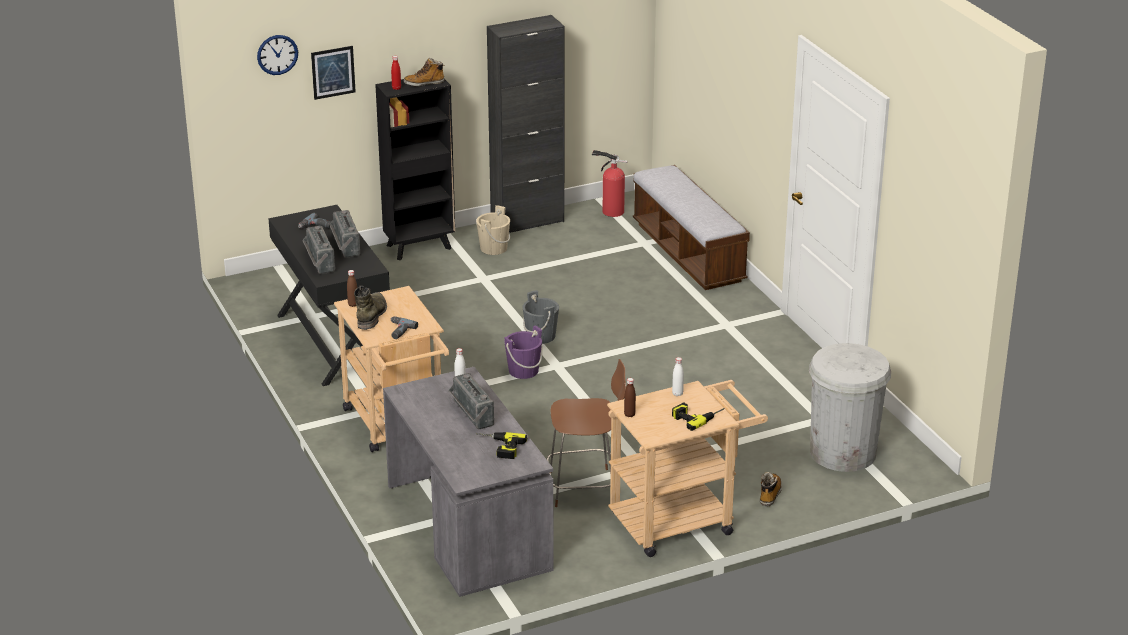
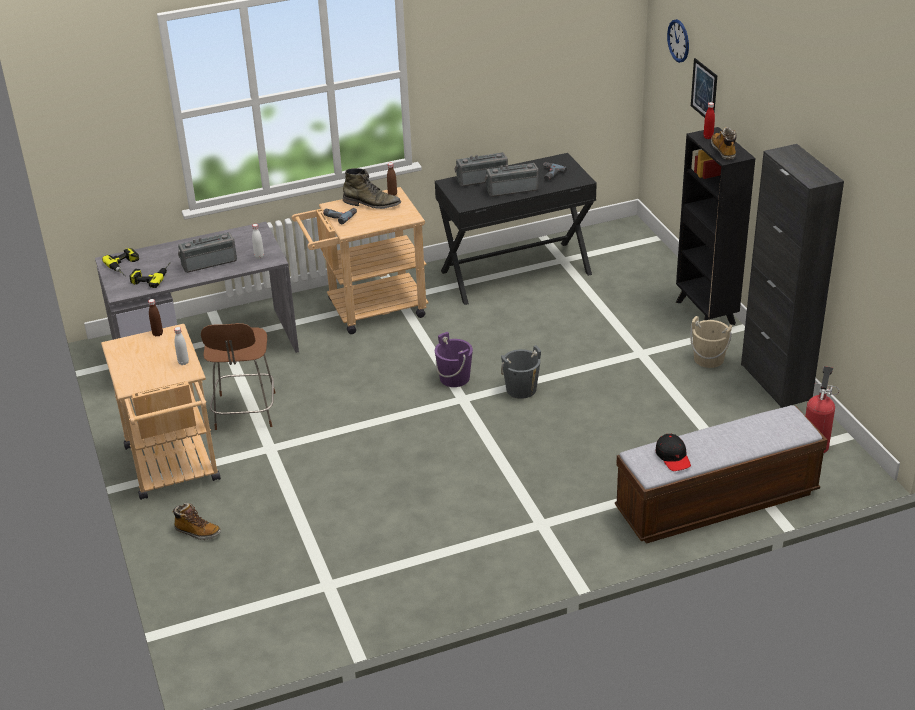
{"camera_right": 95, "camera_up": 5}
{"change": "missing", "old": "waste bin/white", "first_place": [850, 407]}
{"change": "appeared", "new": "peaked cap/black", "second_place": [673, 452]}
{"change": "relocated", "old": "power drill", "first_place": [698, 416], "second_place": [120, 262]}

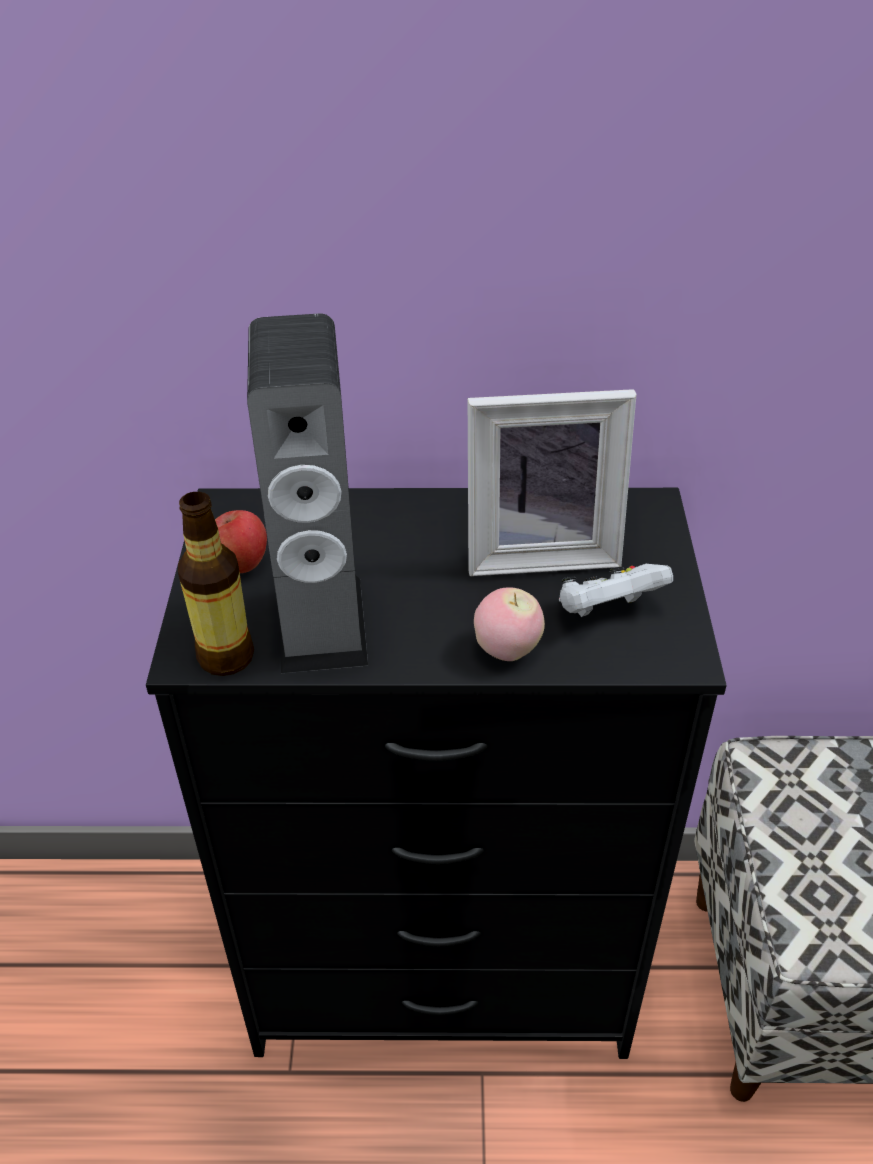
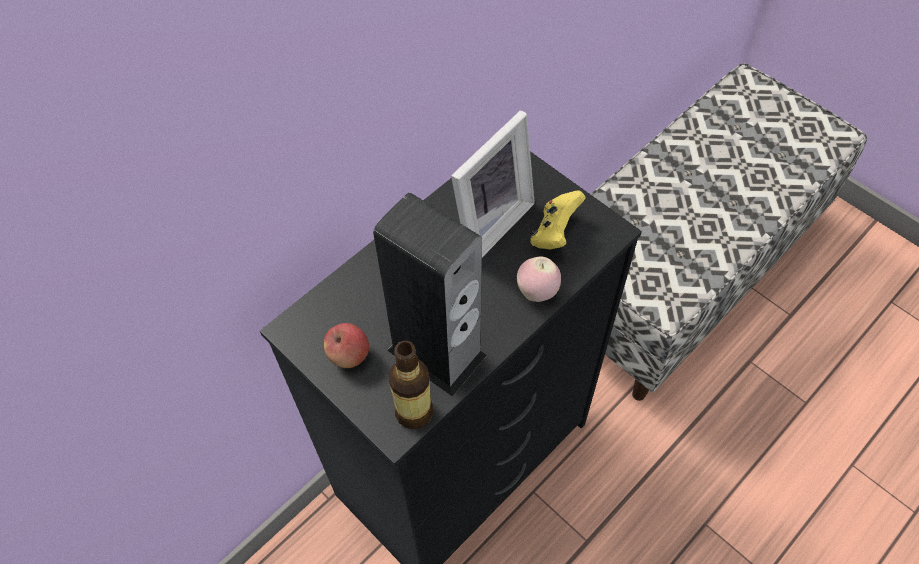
{"camera_right": -45, "camera_up": 15}
{"change": "colour", "old": "joypad/white", "new": "joypad/yellow", "first_place": [616, 590], "second_place": [558, 219]}

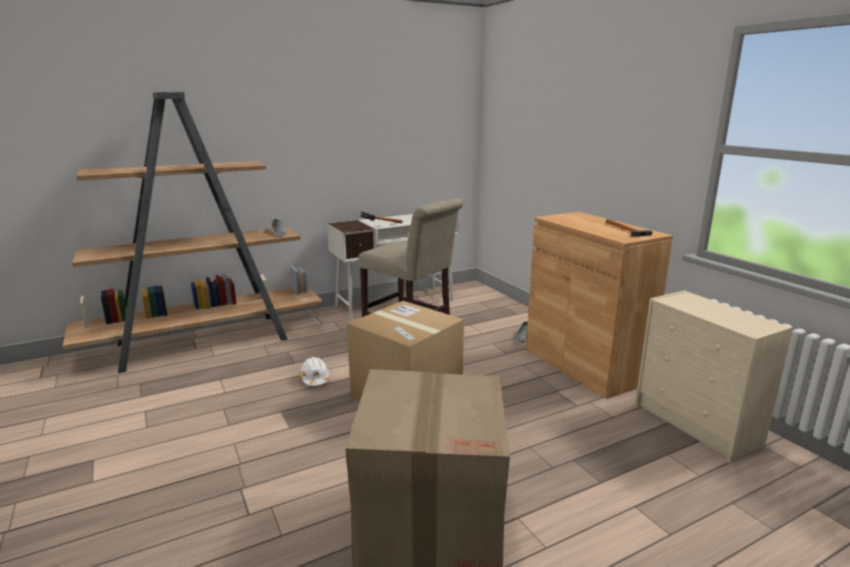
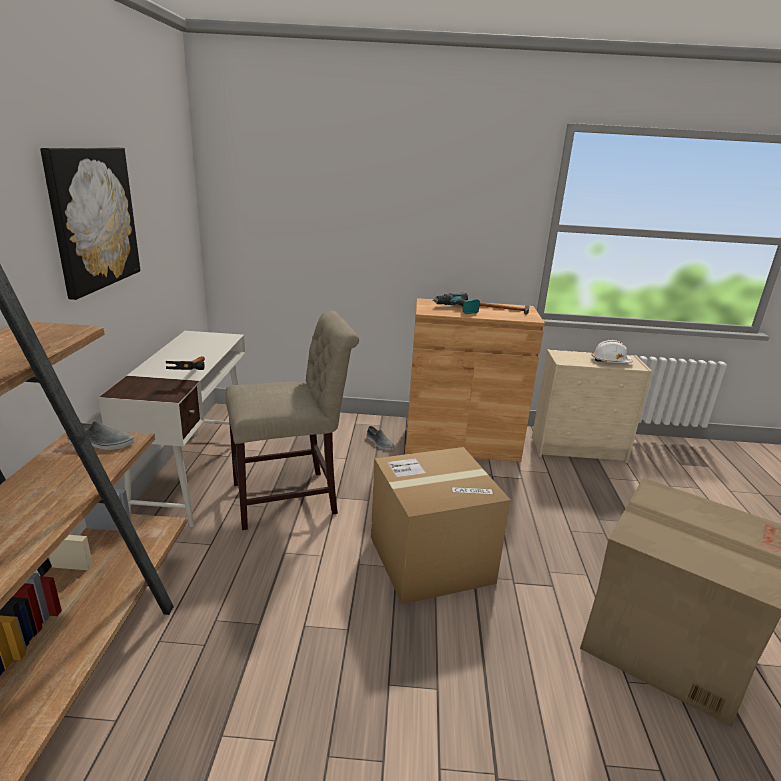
{"camera_right": -60, "camera_up": 5}
{"change": "appeared", "new": "picture", "second_place": [90, 223]}
{"change": "appeared", "new": "power drill", "second_place": [456, 303]}
{"change": "relocated", "old": "safety helmet/white", "first_place": [314, 371], "second_place": [612, 351]}

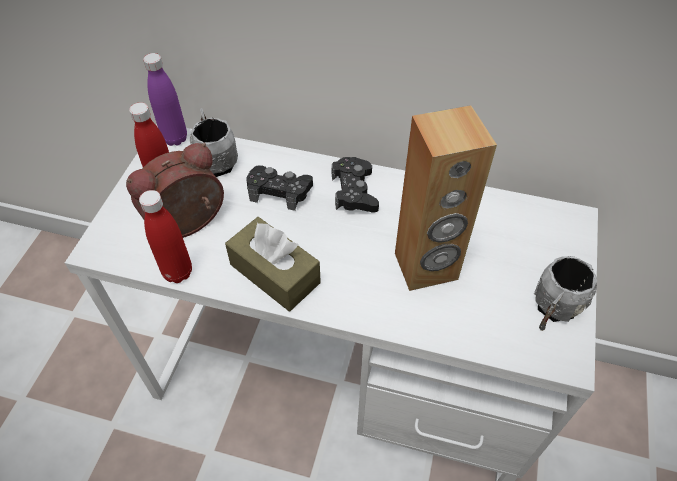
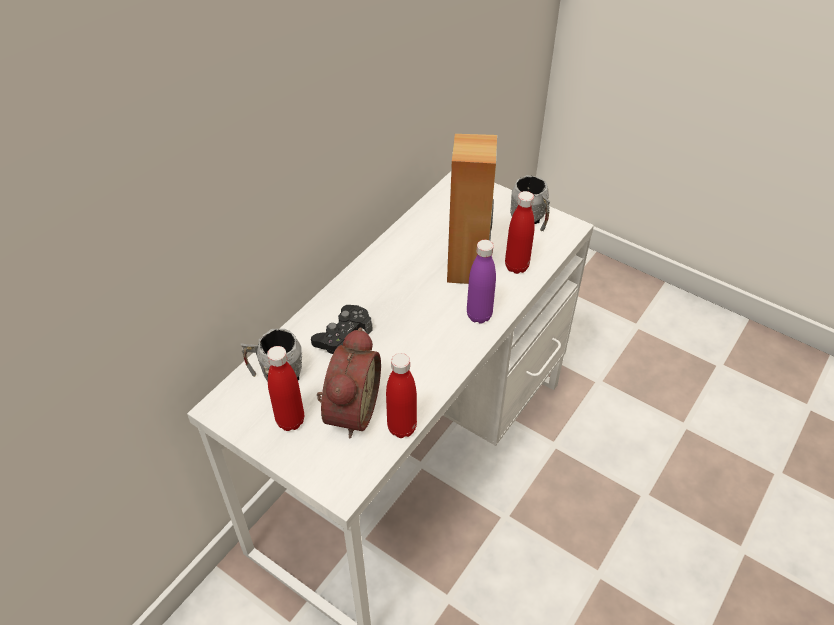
{"camera_right": -70, "camera_up": -5}
{"change": "missing", "old": "tissue box/brown-coloured", "first_place": [273, 264]}
{"change": "missing", "old": "joypad/black", "first_place": [355, 185]}
{"change": "appeared", "new": "bottle/reddish", "second_place": [520, 232]}
{"change": "relocated", "old": "bottle/purplish", "first_place": [165, 99], "second_place": [481, 282]}
{"change": "spun", "old": "alarm clock", "first_place": [175, 190], "second_place": [349, 382], "degrees": -150}

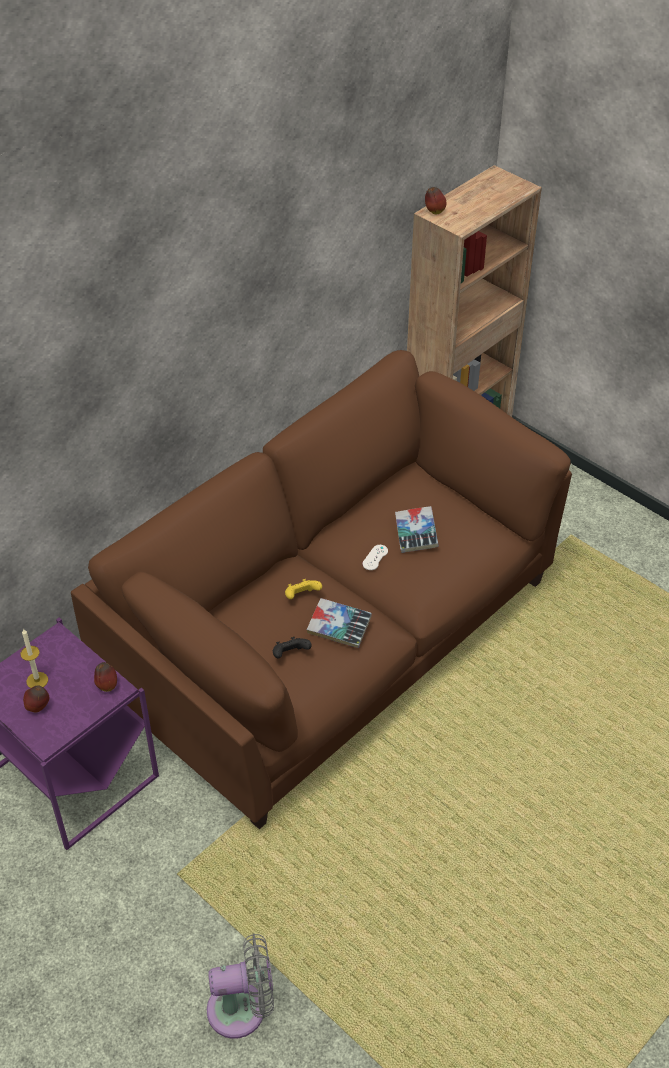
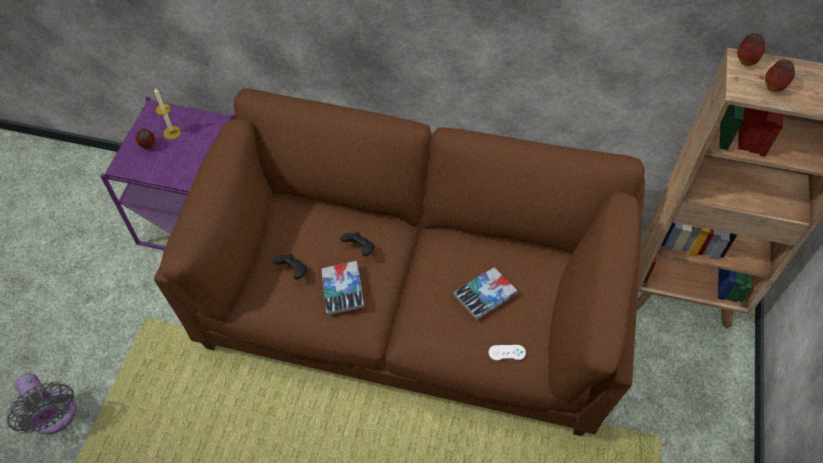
{"camera_right": 60, "camera_up": 10}
{"change": "relocated", "old": "whole apple", "first_place": [105, 677], "second_place": [780, 75]}
{"change": "relocated", "old": "joypad/white", "first_place": [375, 557], "second_place": [507, 353]}
{"change": "colour", "old": "joypad/yellow", "new": "joypad/black", "first_place": [303, 589], "second_place": [357, 244]}

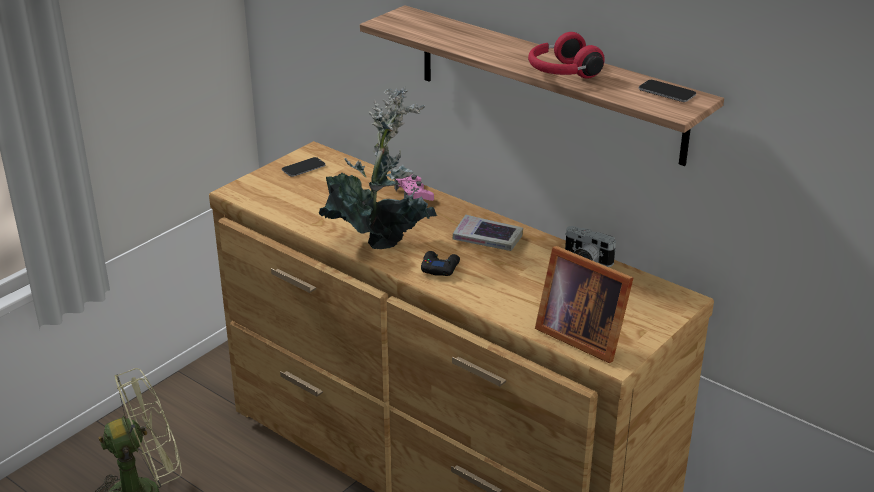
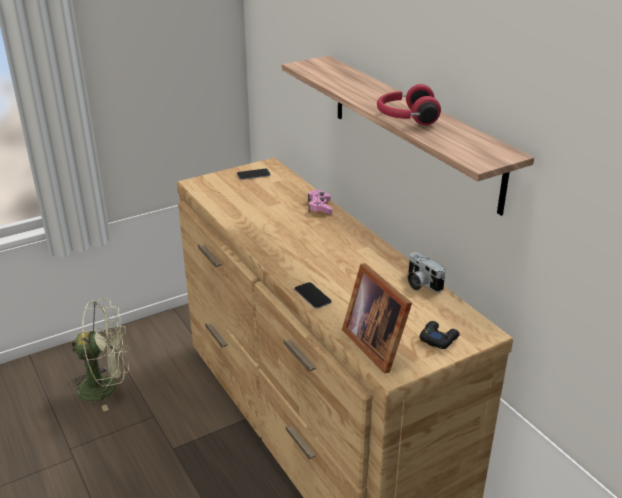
{"camera_right": 20, "camera_up": 0}
{"change": "missing", "old": "houseplant", "first_place": [378, 167]}
{"change": "missing", "old": "volume", "first_place": [488, 233]}
{"change": "relocated", "old": "joypad/black", "first_place": [440, 263], "second_place": [440, 335]}
{"change": "relocated", "old": "phone", "first_place": [667, 91], "second_place": [313, 295]}

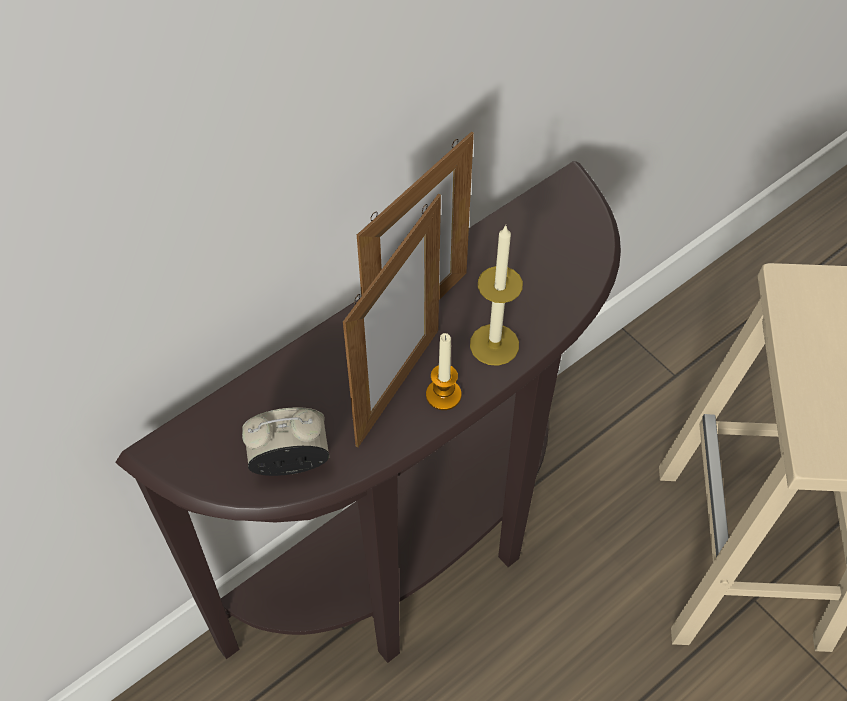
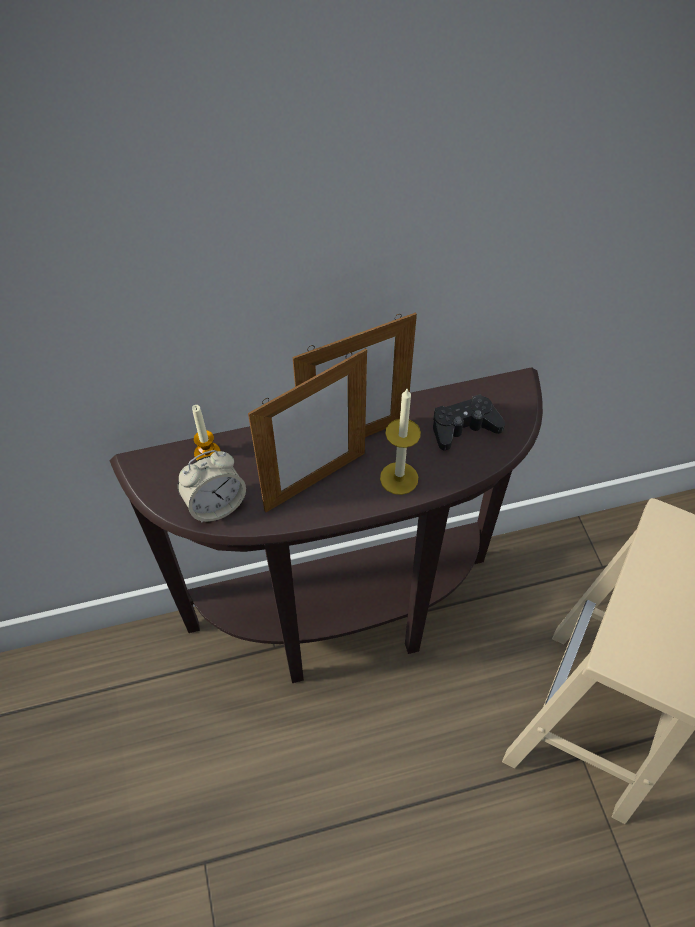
{"camera_right": 25, "camera_up": 0}
{"change": "appeared", "new": "joypad/black", "second_place": [469, 422]}
{"change": "relocated", "old": "wax light", "first_place": [444, 371], "second_place": [206, 432]}
{"change": "spun", "old": "alarm clock", "first_place": [285, 441], "second_place": [212, 486], "degrees": 135}

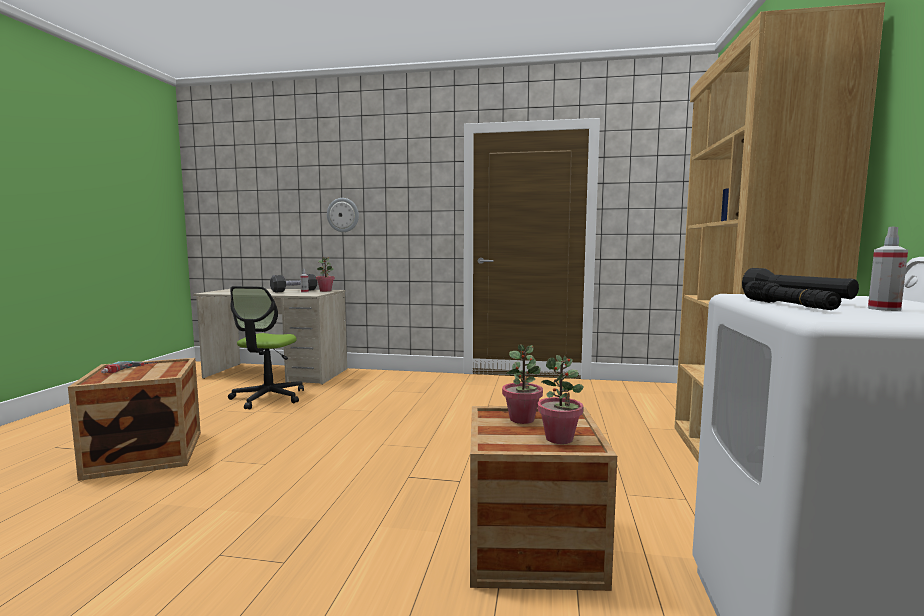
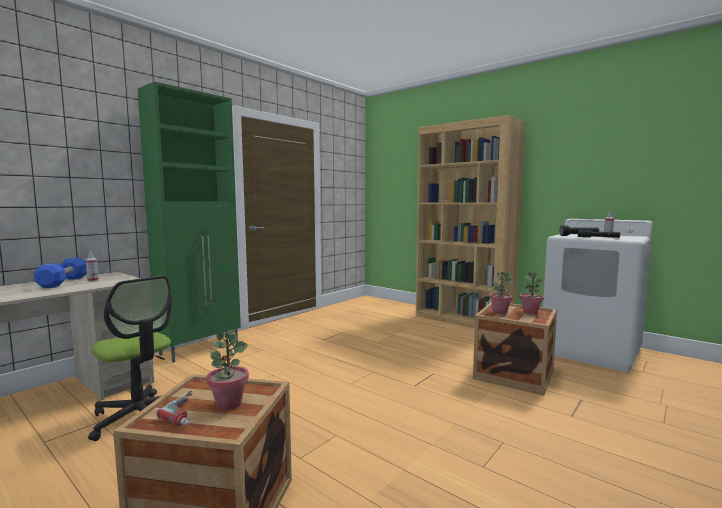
{"camera_right": -60, "camera_up": 0}
{"change": "missing", "old": "clock on the wall", "first_place": [343, 215]}
{"change": "appeared", "new": "cabinet/greenish", "second_place": [189, 222]}
{"change": "relocated", "old": "houseplant", "first_place": [325, 274], "second_place": [227, 370]}
{"change": "colour", "old": "dumbbell/black", "new": "dumbbell/blue", "first_place": [293, 283], "second_place": [60, 272]}

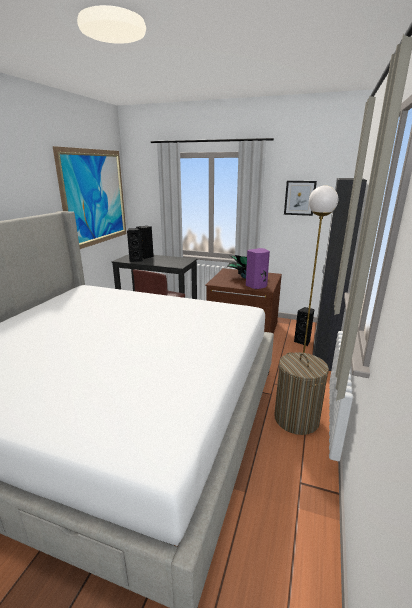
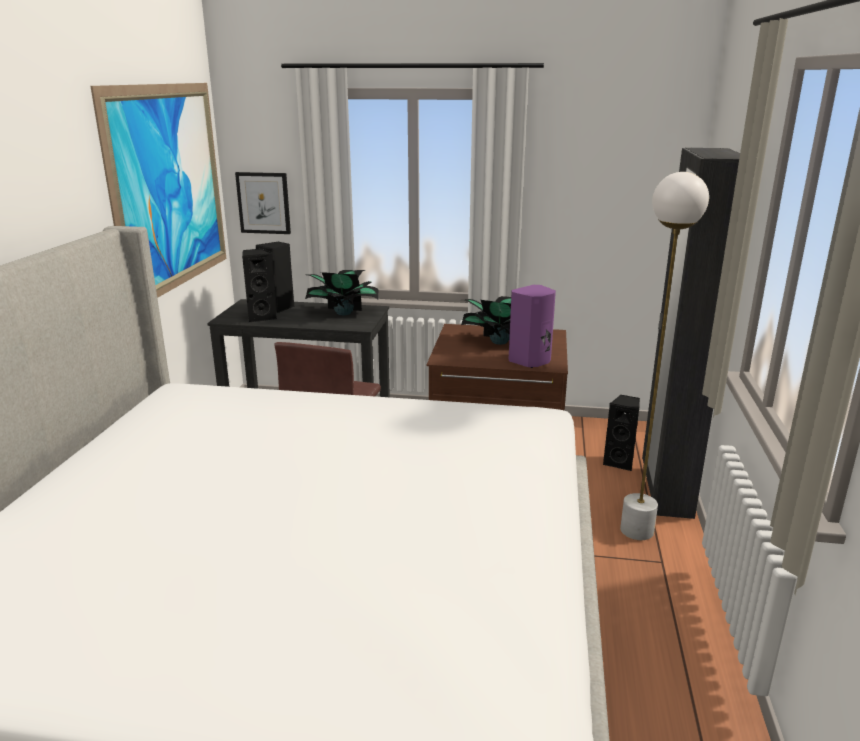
{"camera_right": -10, "camera_up": 0}
{"change": "missing", "old": "laundry basket", "first_place": [301, 393]}
{"change": "appeared", "new": "houseplant", "second_place": [341, 292]}
{"change": "relocated", "old": "picture", "first_place": [300, 198], "second_place": [263, 203]}

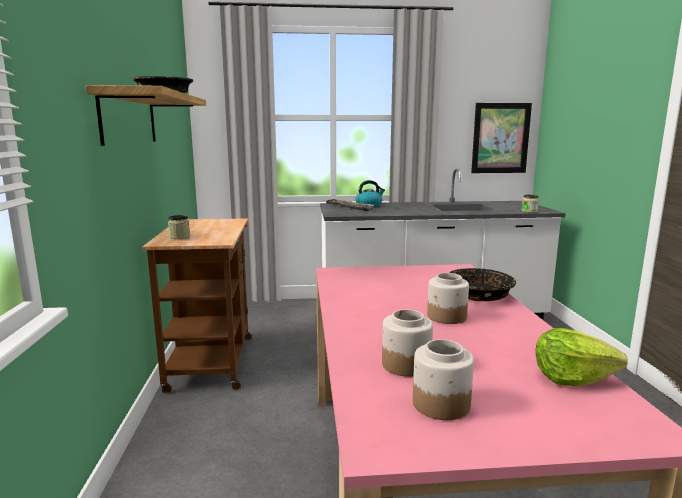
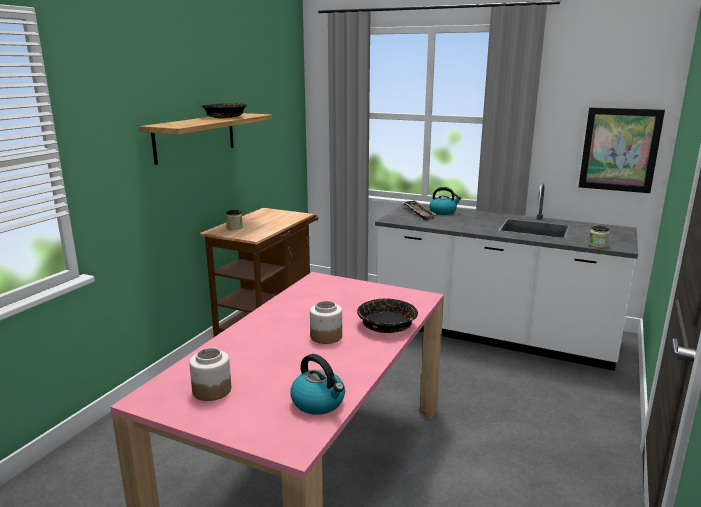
{"camera_right": 30, "camera_up": 5}
{"change": "missing", "old": "jar", "first_place": [407, 343]}
{"change": "exchanged", "old": "lettuce", "new": "water kettle", "first_place": [582, 357], "second_place": [317, 384]}

